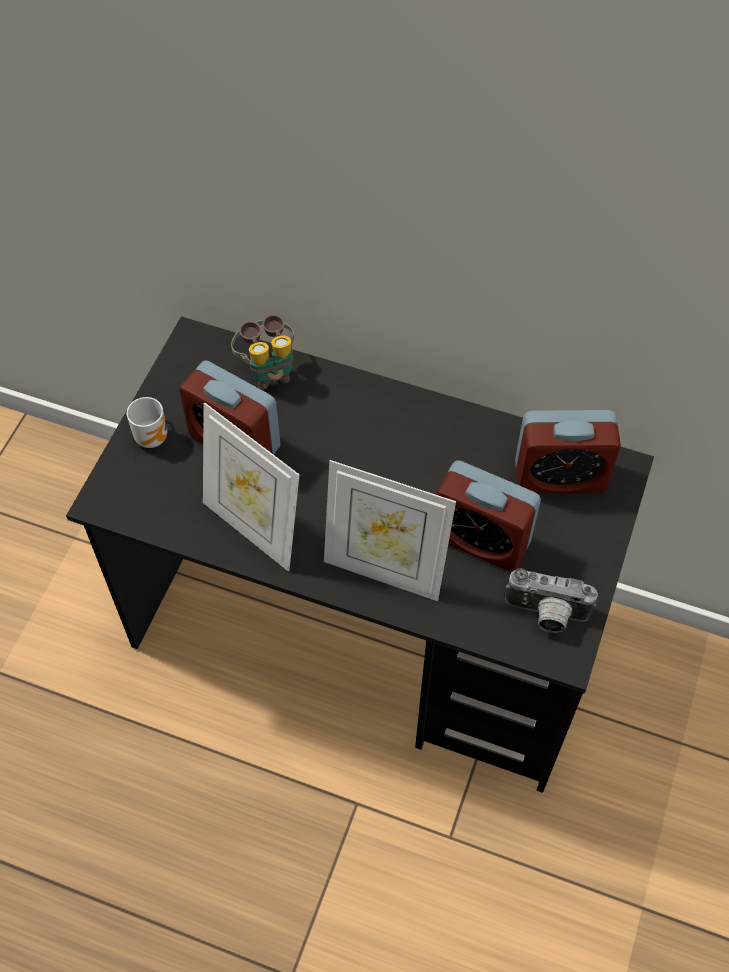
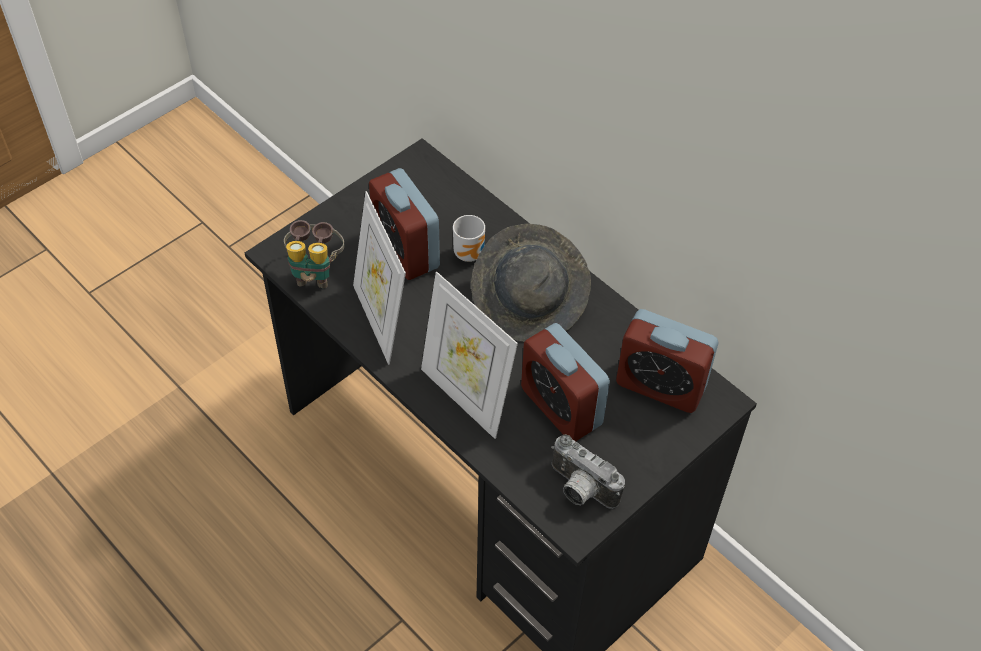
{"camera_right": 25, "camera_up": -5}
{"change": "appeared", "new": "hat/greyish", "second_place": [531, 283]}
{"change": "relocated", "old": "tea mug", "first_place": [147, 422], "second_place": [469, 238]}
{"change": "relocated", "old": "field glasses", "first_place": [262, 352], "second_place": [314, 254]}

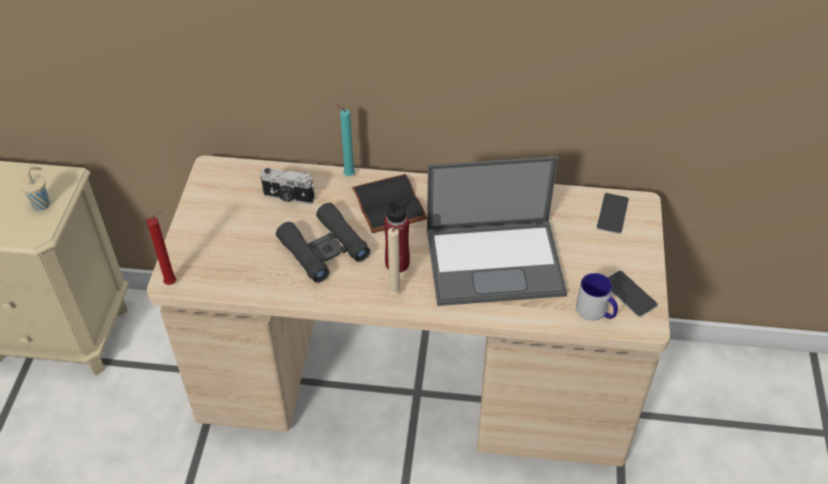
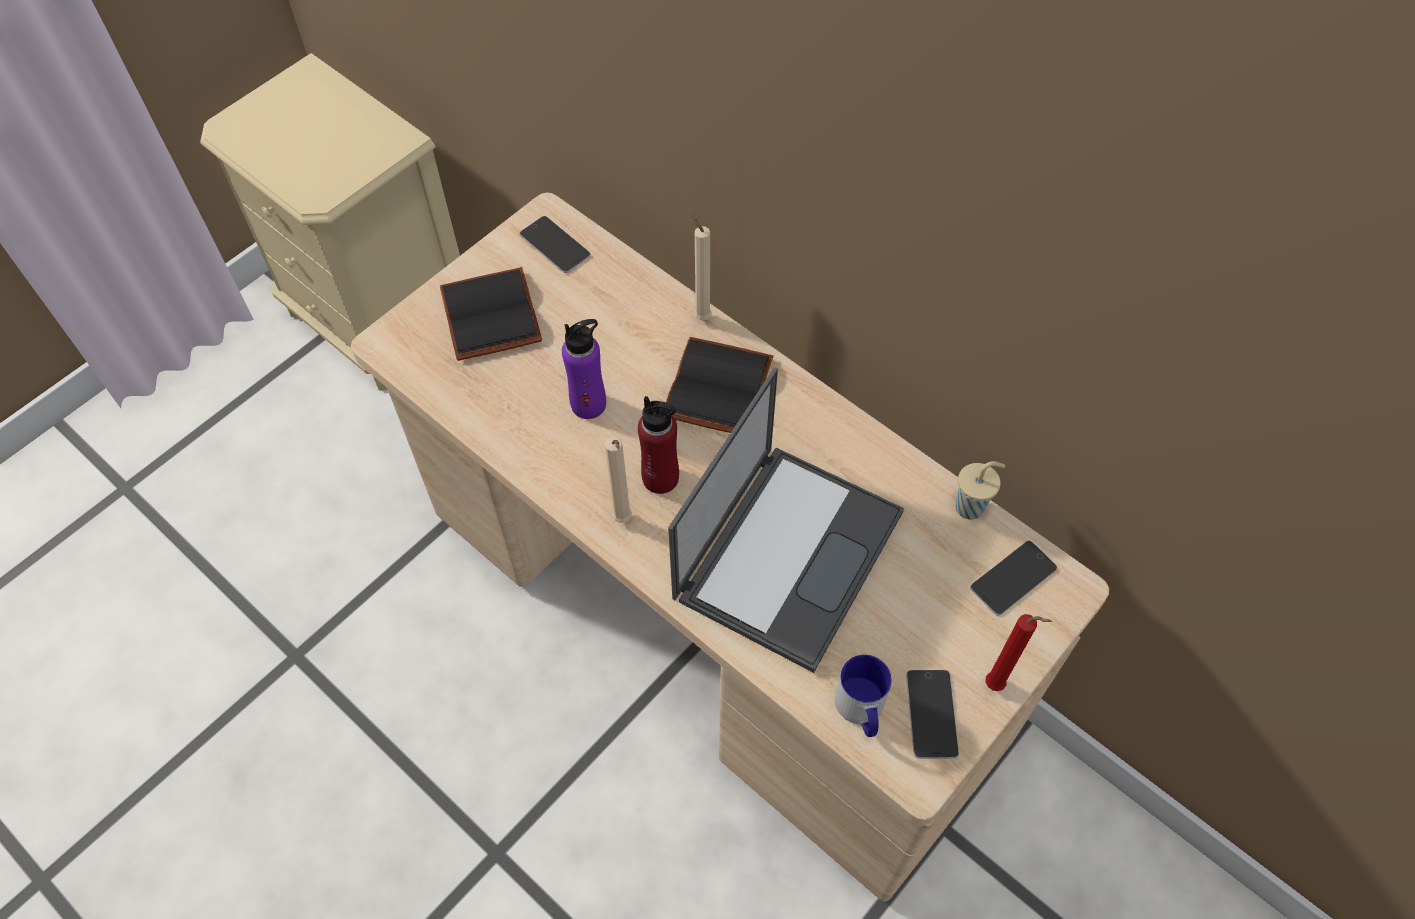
{"camera_right": 35, "camera_up": 10}
{"change": "missing", "old": "photo camera", "first_place": [287, 186]}
{"change": "appeared", "new": "volume/black", "second_place": [491, 314]}
{"change": "appeared", "new": "phone", "second_place": [555, 244]}
{"change": "relocated", "old": "cup/sand-coloured", "first_place": [35, 188], "second_place": [980, 490]}
{"change": "relocated", "old": "wax light/reddish", "first_place": [161, 248], "second_place": [1018, 652]}
{"change": "exchanged", "old": "field glasses/black", "new": "bottle/purplish", "first_place": [323, 243], "second_place": [584, 369]}
{"change": "colour", "old": "wax light/turquoise", "new": "wax light/sand-coloured", "first_place": [344, 139], "second_place": [701, 266]}
{"change": "spun", "old": "laptop", "first_place": [497, 231], "second_place": [786, 520], "degrees": -90}

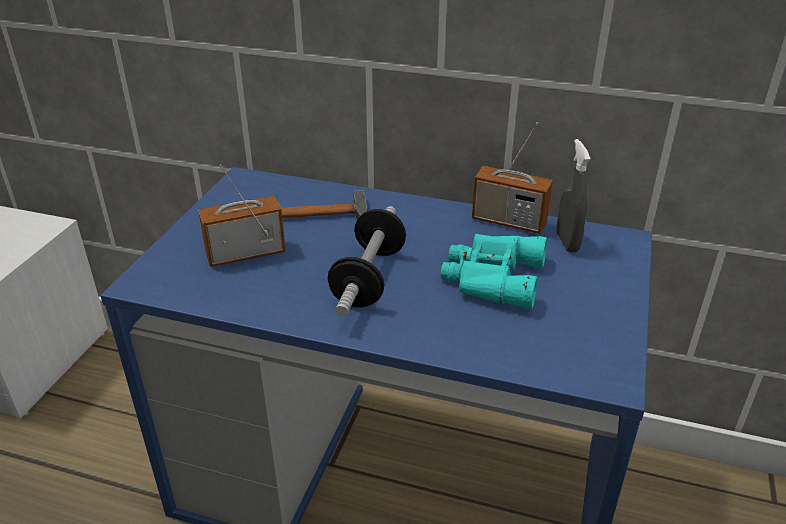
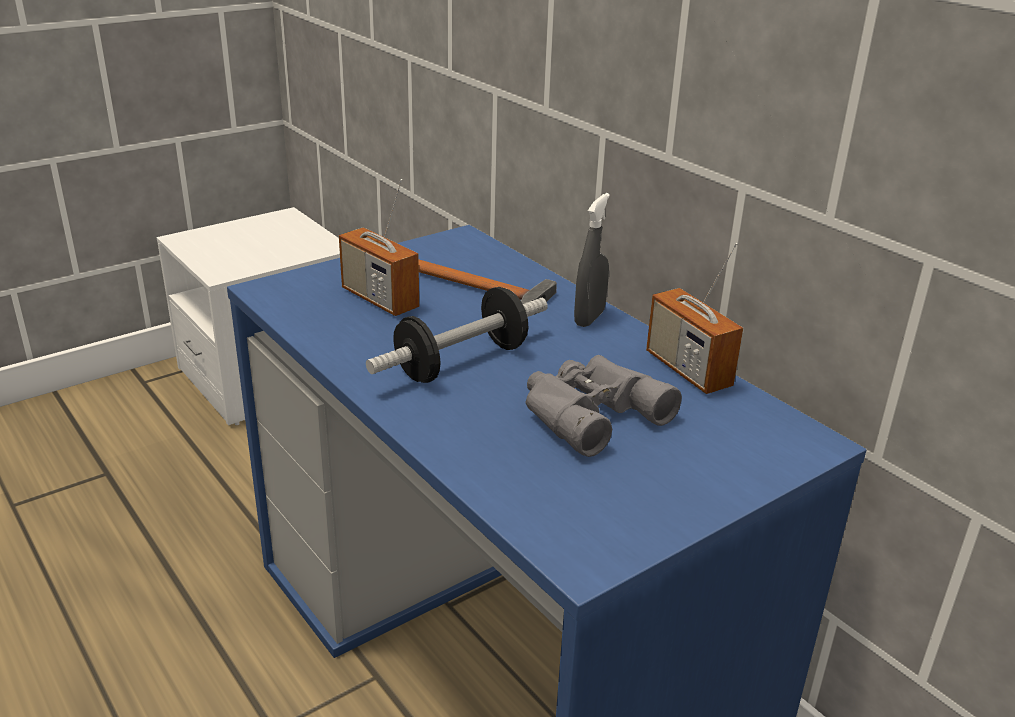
{"camera_right": 35, "camera_up": -5}
{"change": "relocated", "old": "sprayer/greyish", "first_place": [574, 196], "second_place": [592, 260]}
{"change": "colour", "old": "field glasses/turquoise", "new": "field glasses/greyish", "first_place": [493, 271], "second_place": [603, 406]}
{"change": "spun", "old": "radio set", "first_place": [242, 216], "second_place": [379, 247], "degrees": -150}

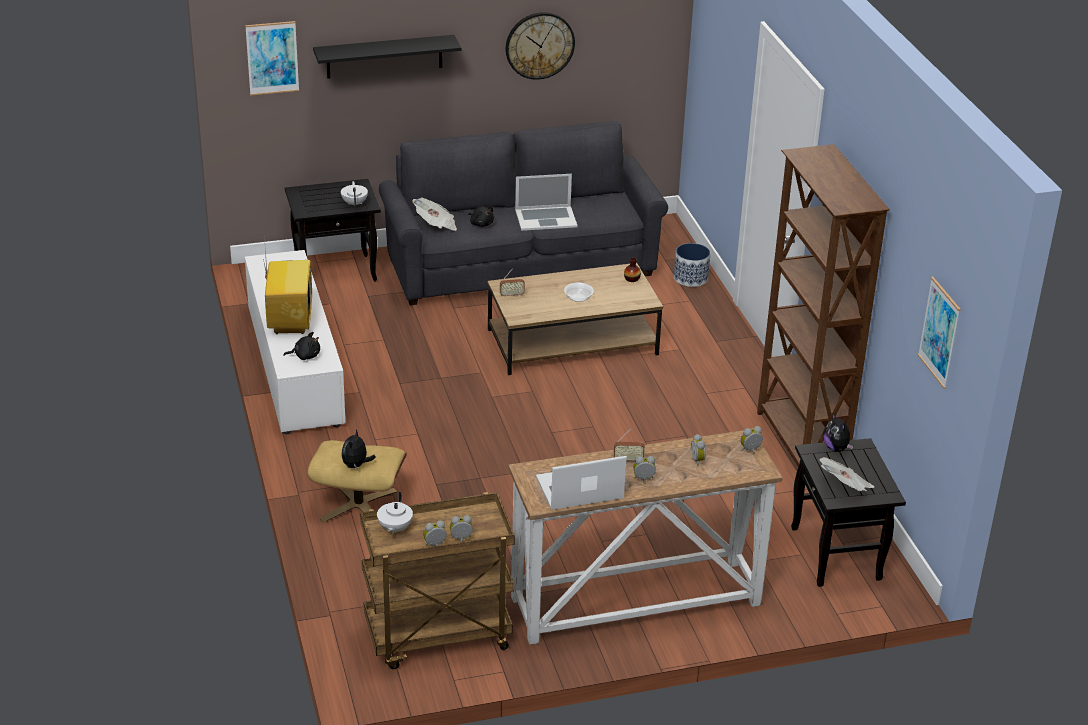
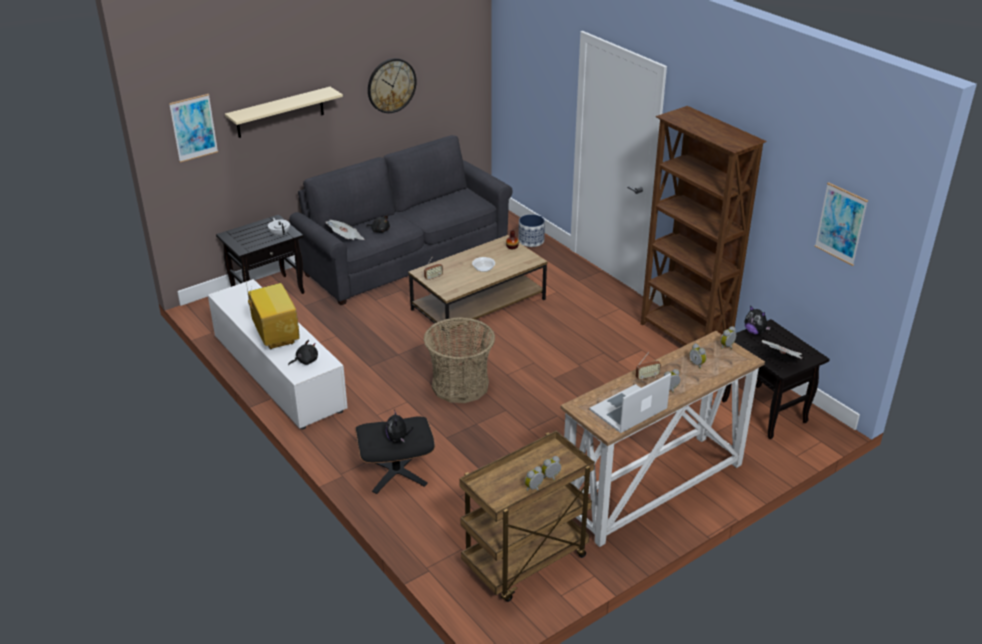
{"camera_right": -20, "camera_up": 0}
{"change": "missing", "old": "pot for tea/white", "first_place": [395, 513]}
{"change": "missing", "old": "laptop", "first_place": [546, 202]}
{"change": "appeared", "new": "basket", "second_place": [459, 360]}
{"change": "colour", "old": "pouffe/sand-coloured", "new": "pouffe/black", "first_place": [357, 481], "second_place": [395, 455]}
{"change": "colour", "old": "wall shelf/black", "new": "wall shelf/sand-coloured", "first_place": [387, 56], "second_place": [284, 112]}

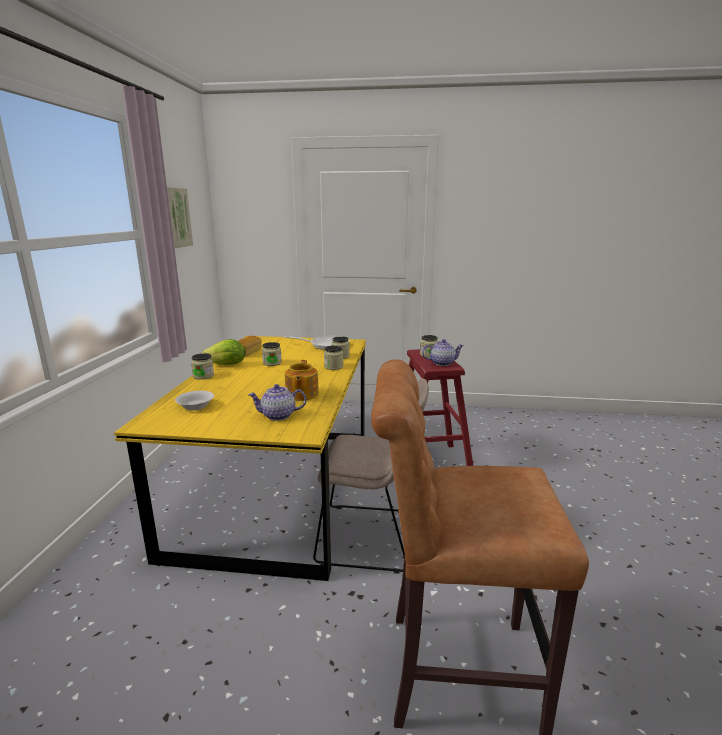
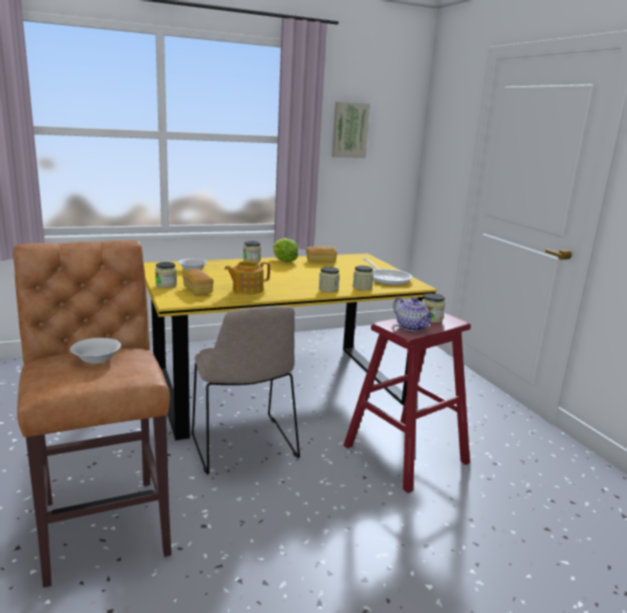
{"camera_right": 60, "camera_up": 0}
{"change": "appeared", "new": "bowl/white", "second_place": [95, 350]}
{"change": "relocated", "old": "jar", "first_place": [272, 354], "second_place": [166, 275]}
{"change": "exchanged", "old": "pot for tea", "new": "bakery bread", "first_place": [277, 402], "second_place": [198, 282]}

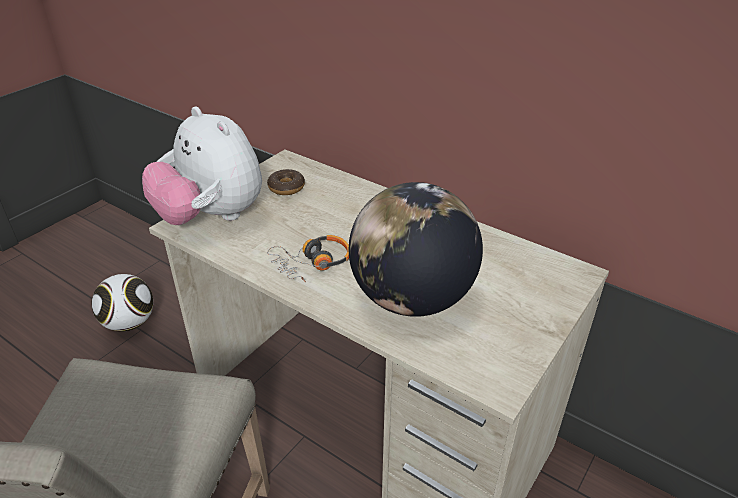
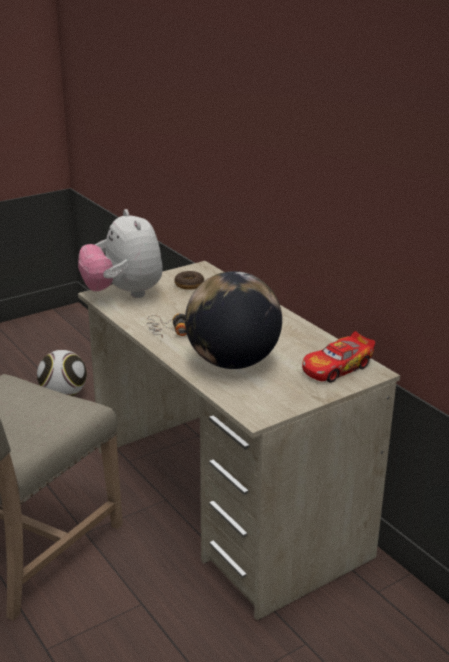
{"camera_right": 20, "camera_up": -10}
{"change": "appeared", "new": "miniature car", "second_place": [338, 357]}

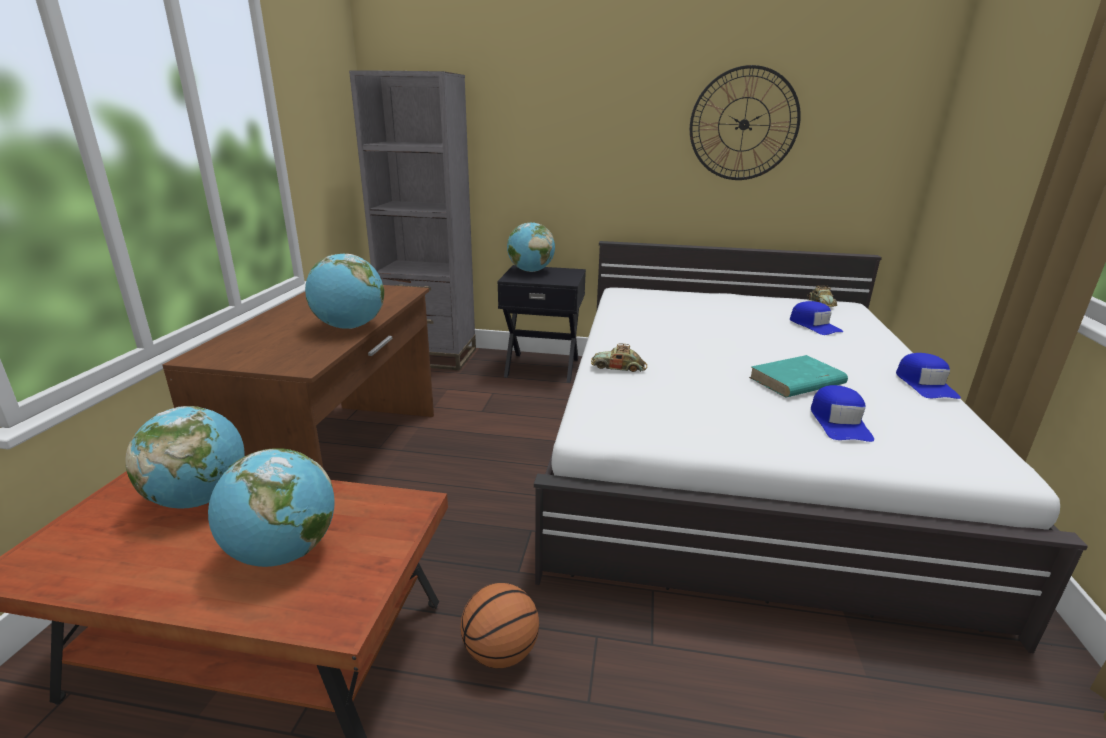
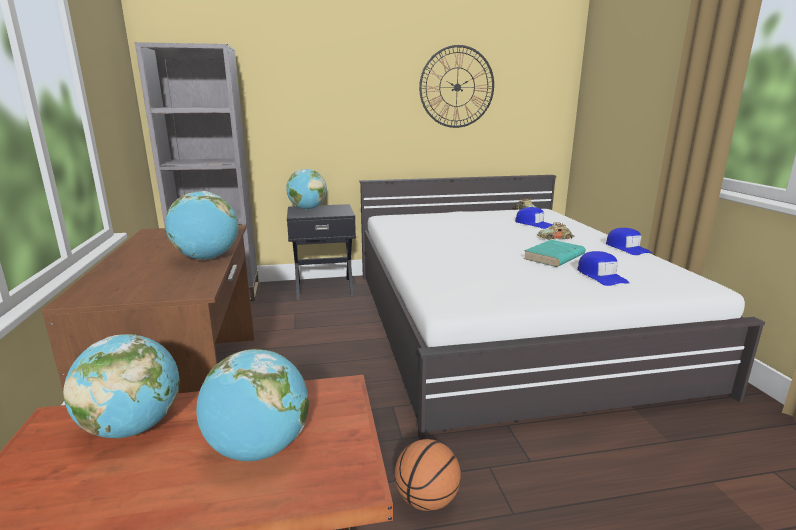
{"camera_right": -20, "camera_up": -5}
{"change": "relocated", "old": "miniature car", "first_place": [619, 357], "second_place": [555, 231]}

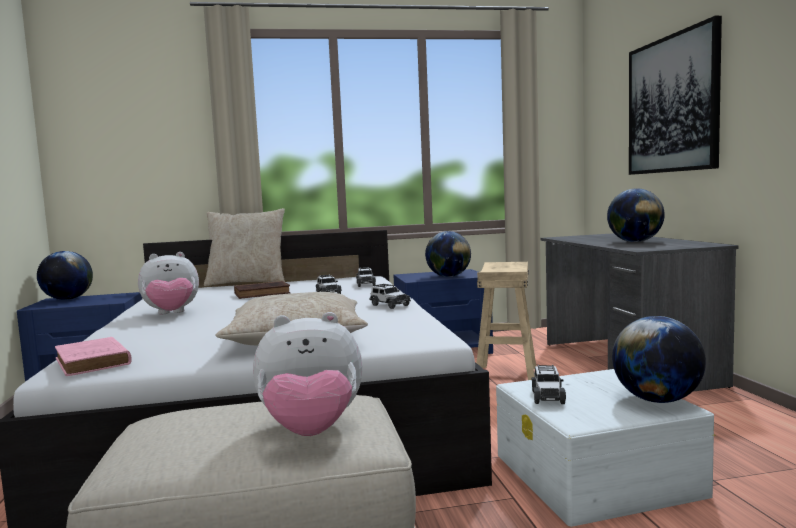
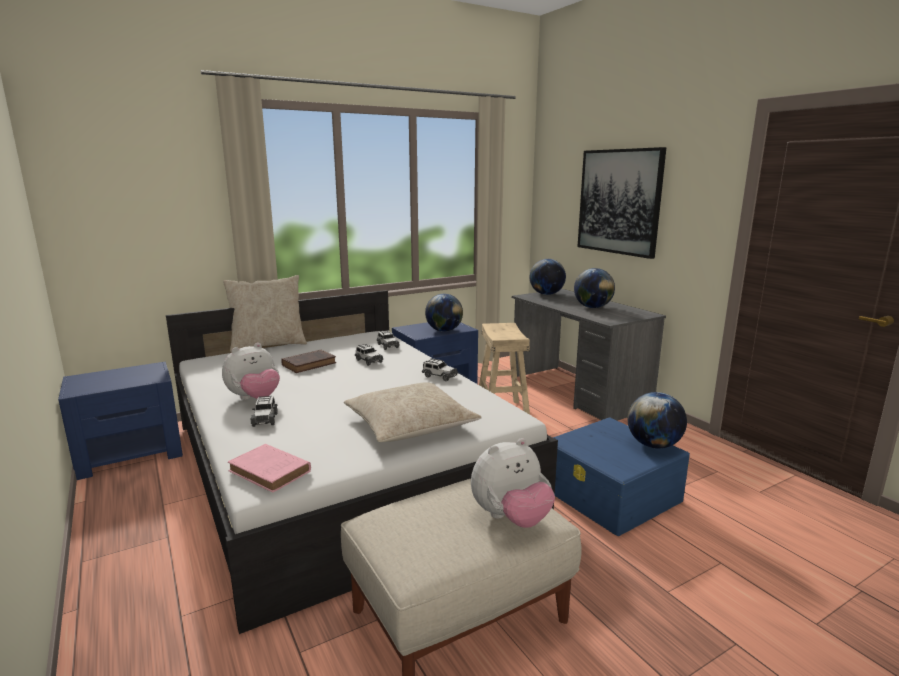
{"camera_right": -20, "camera_up": 10}
{"change": "relocated", "old": "globe", "first_place": [65, 275], "second_place": [548, 277]}
{"change": "relocated", "old": "miniature car", "first_place": [549, 384], "second_place": [264, 411]}
{"change": "colour", "old": "storage box/white", "new": "storage box/blue", "first_place": [606, 448], "second_place": [621, 476]}

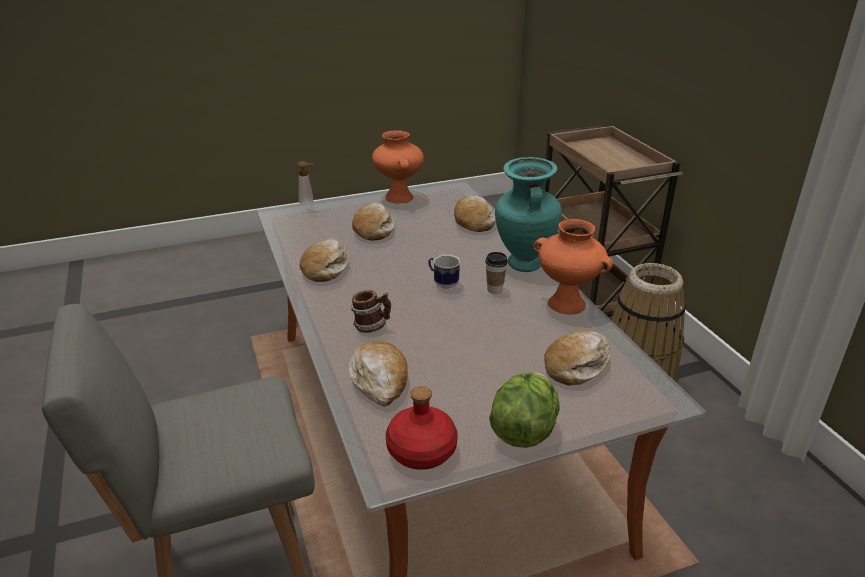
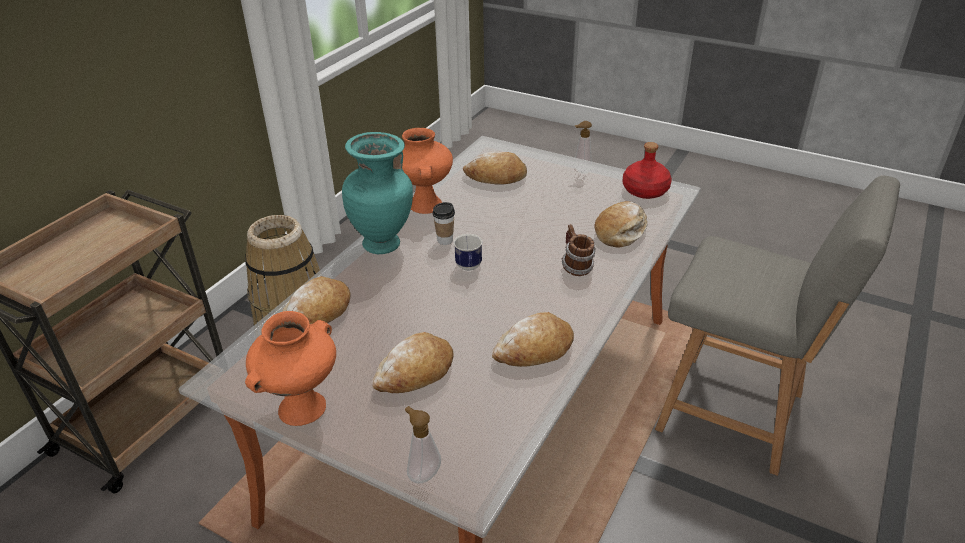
{"camera_right": -130, "camera_up": 5}
{"change": "exchanged", "old": "lettuce", "new": "soap bottle", "first_place": [524, 410], "second_place": [583, 147]}

